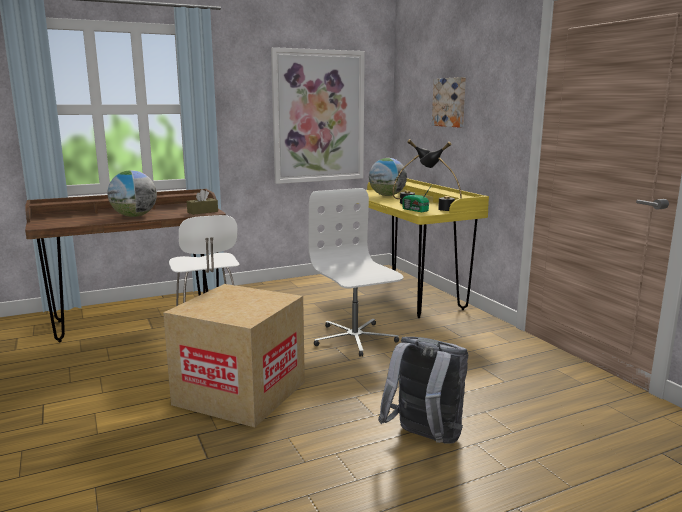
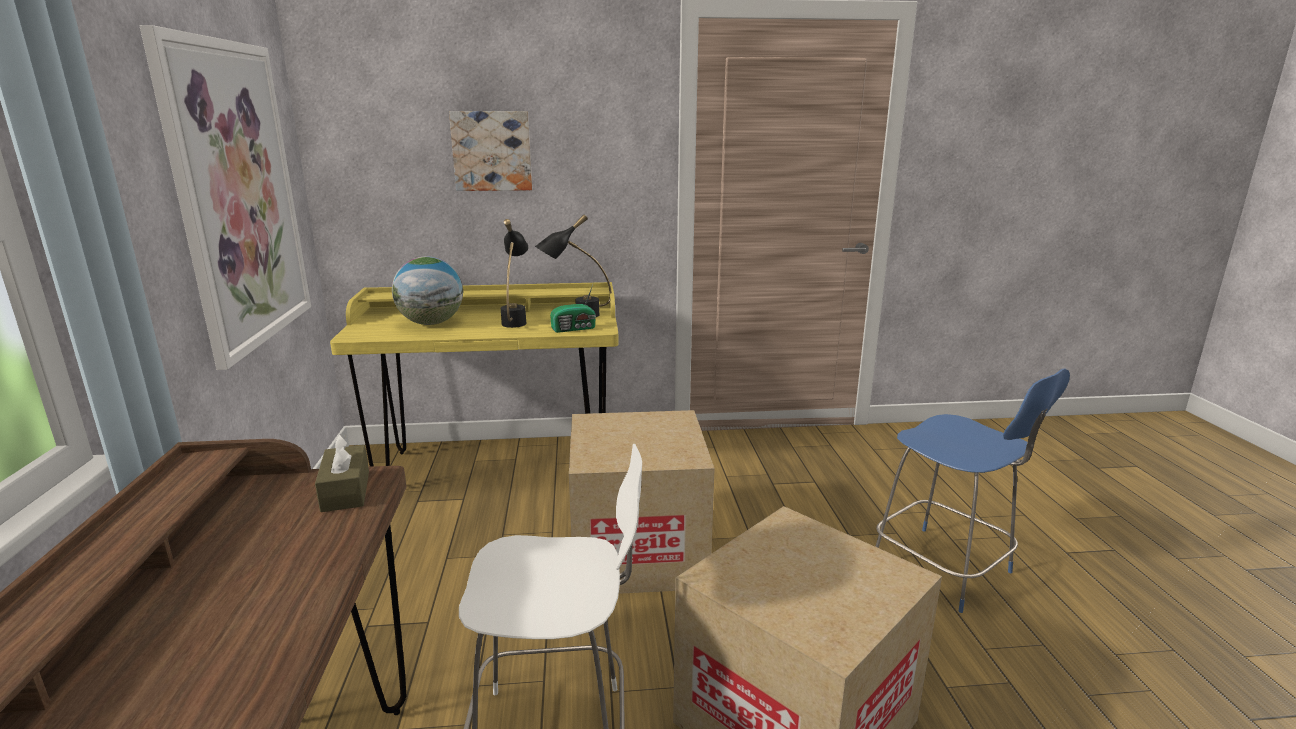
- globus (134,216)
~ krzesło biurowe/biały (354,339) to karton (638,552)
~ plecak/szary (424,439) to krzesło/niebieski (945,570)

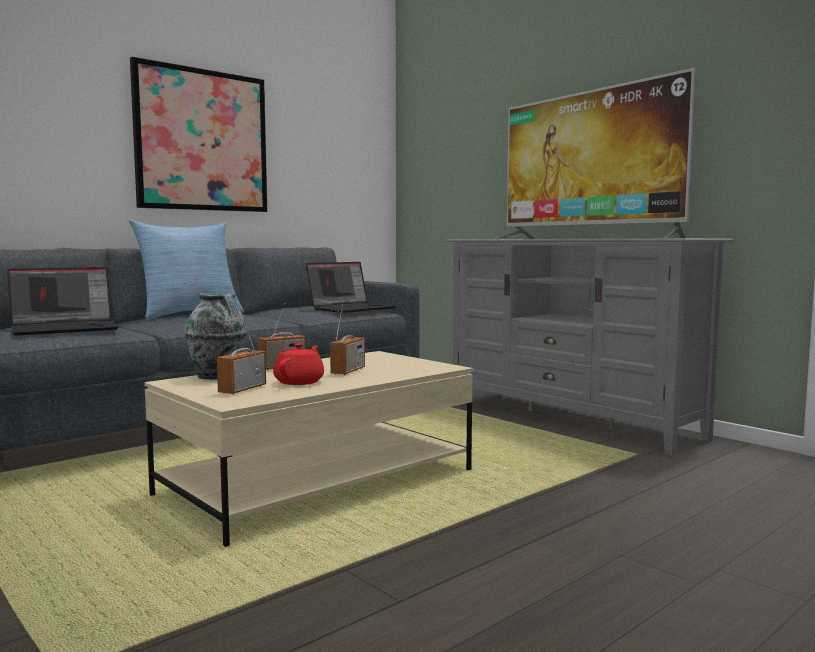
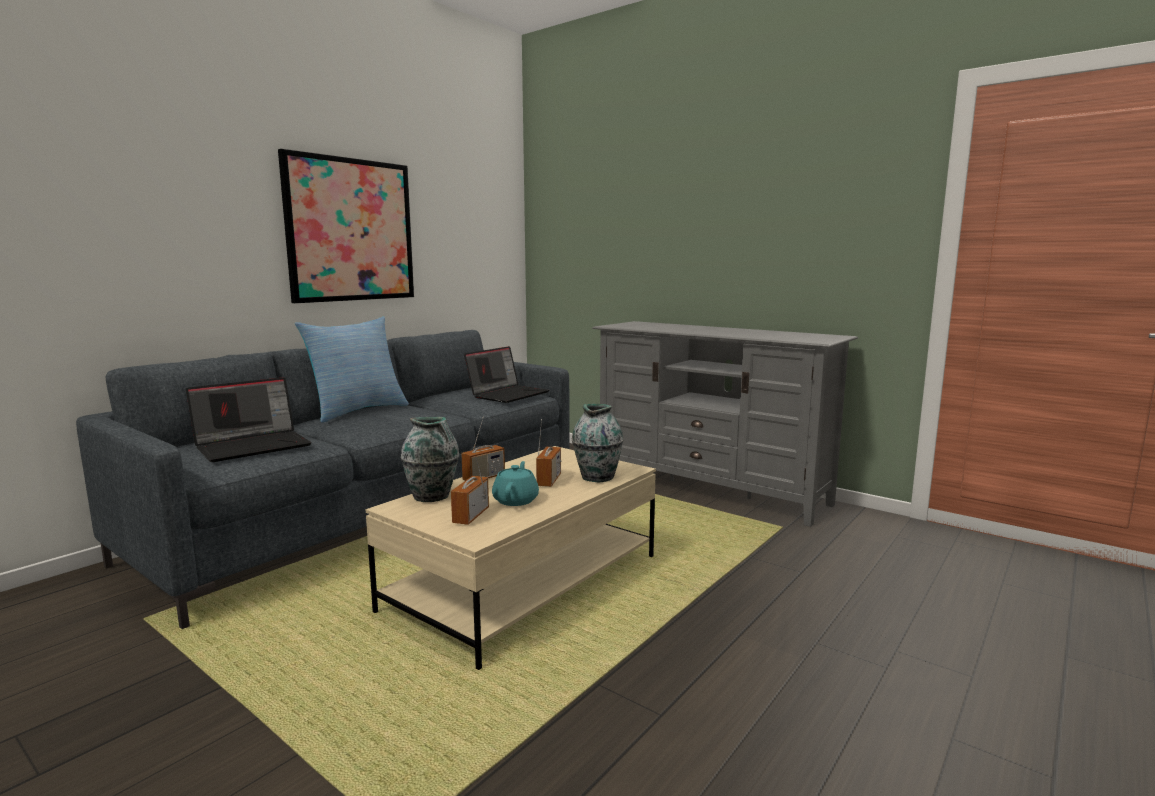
- telewizor (587,238)
~ imbryk/czerwony (300,382) to imbryk/turkusowy (516,500)
+ wazon (597,477)

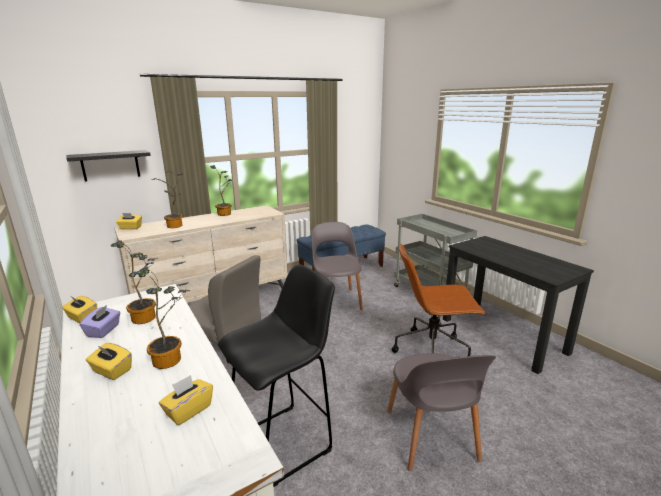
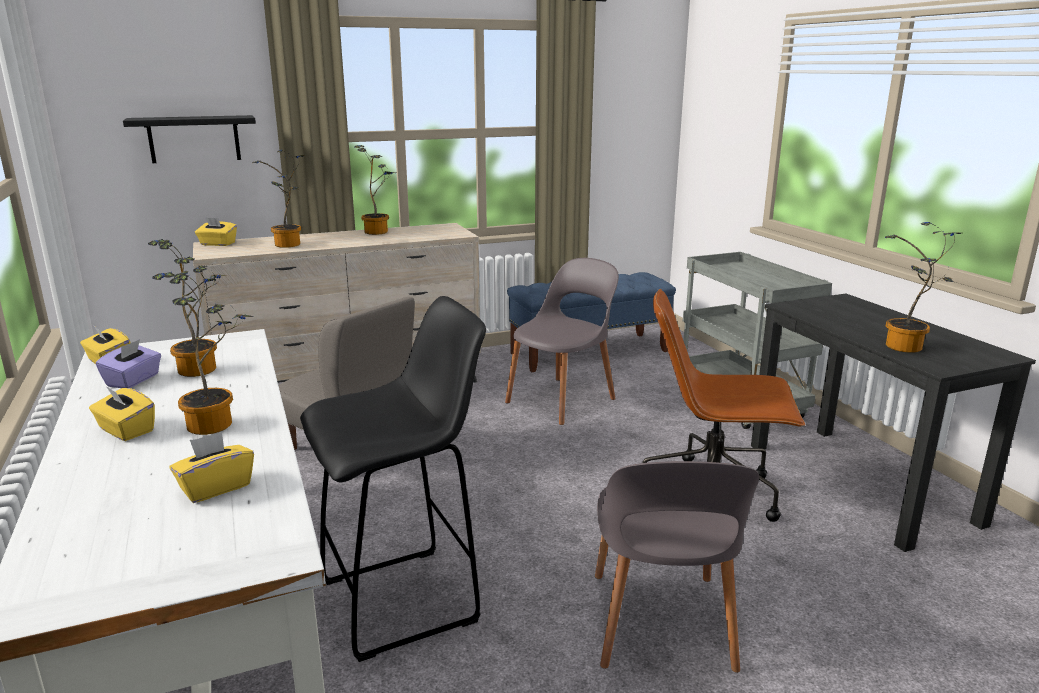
~ krzesło/szary (336,300) = (562,400) 45 degrees clockwise
+ roślina doniczkowa (906,348)

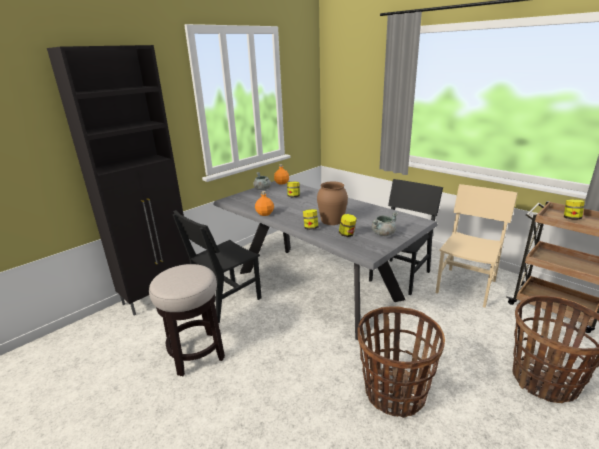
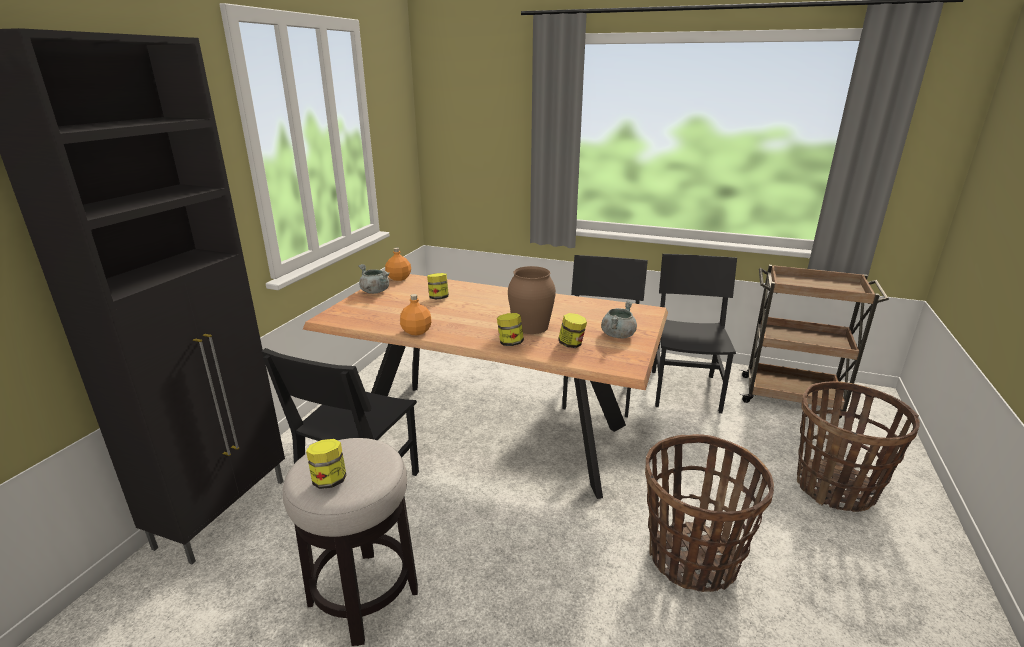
~ stół jadalny/szary (317,285) to stół jadalny/brązowy (493,431)
~ krzesło/beżowy (466,286) to krzesło/czarny (685,390)
~ słoik (571,218) to (329,480)

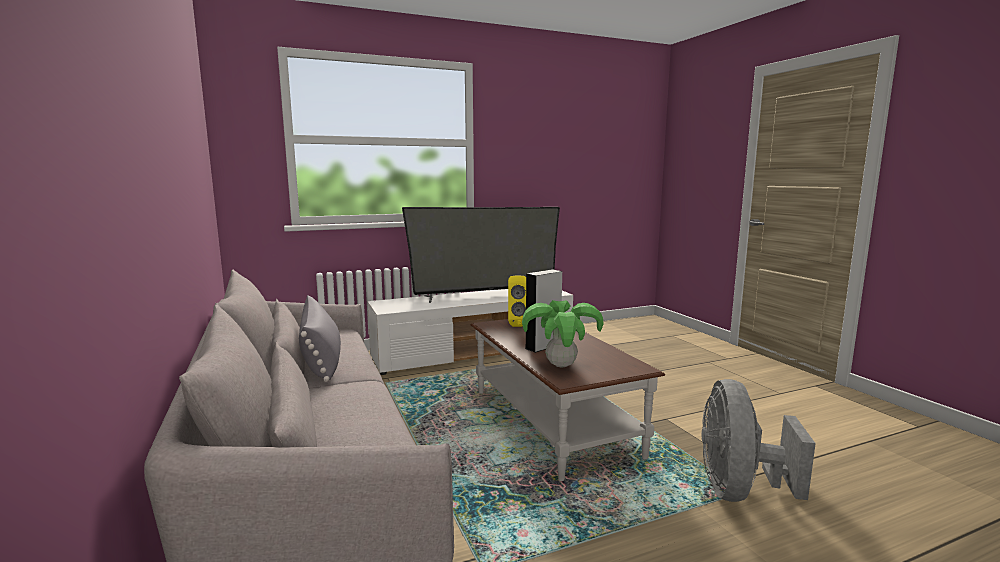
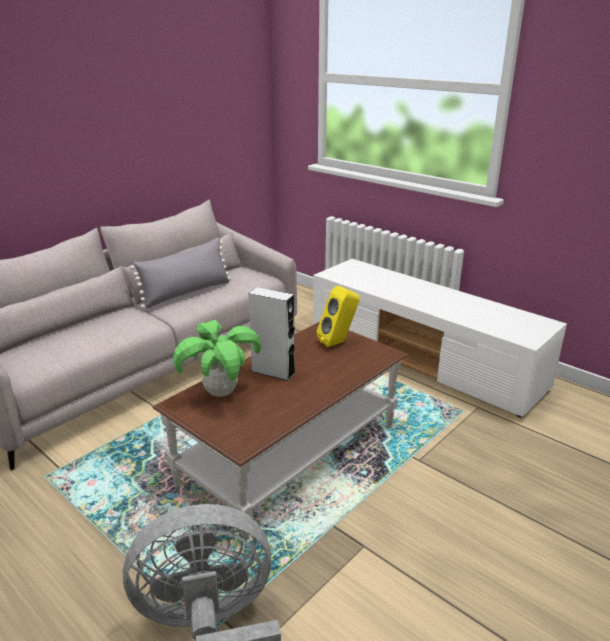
- telewizor (485,295)

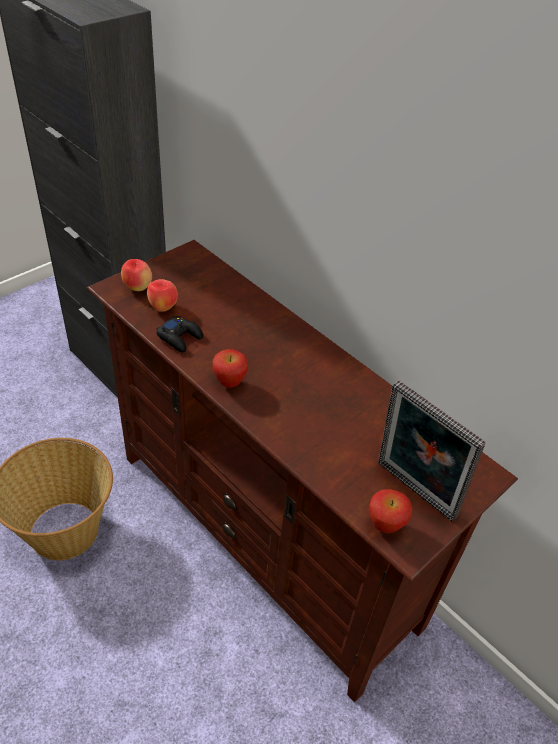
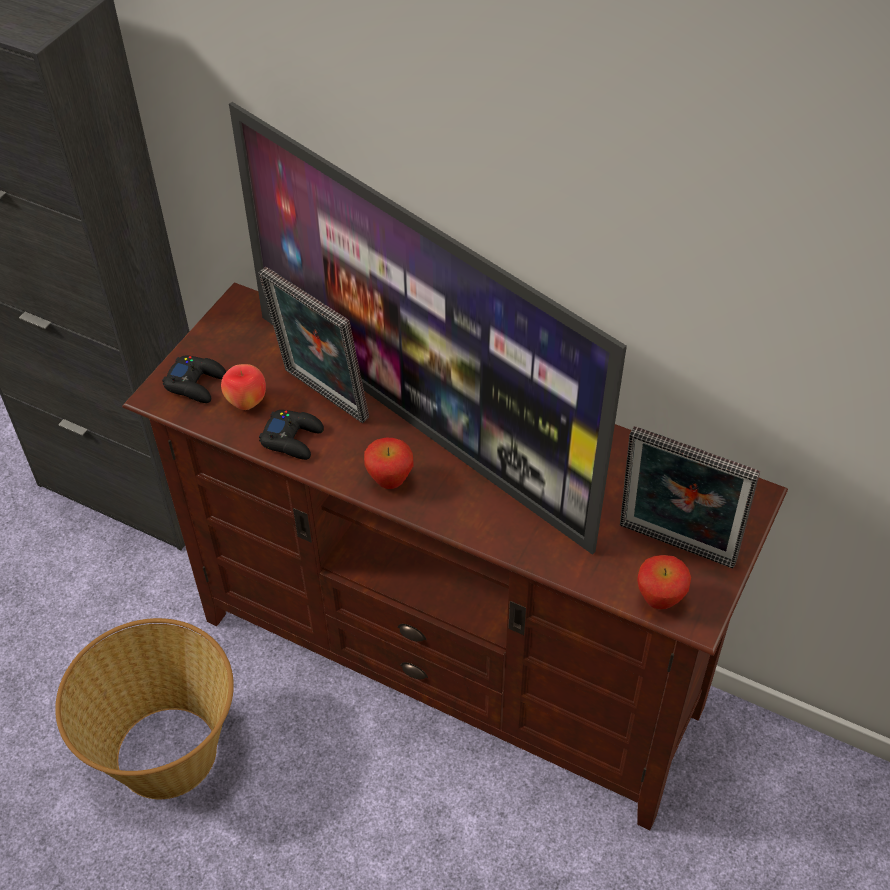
~ jabłko (138,288) to pad do gier/czarny (196,383)
+ telewizor (423,423)
+ ramka na zdjęcie (321,398)

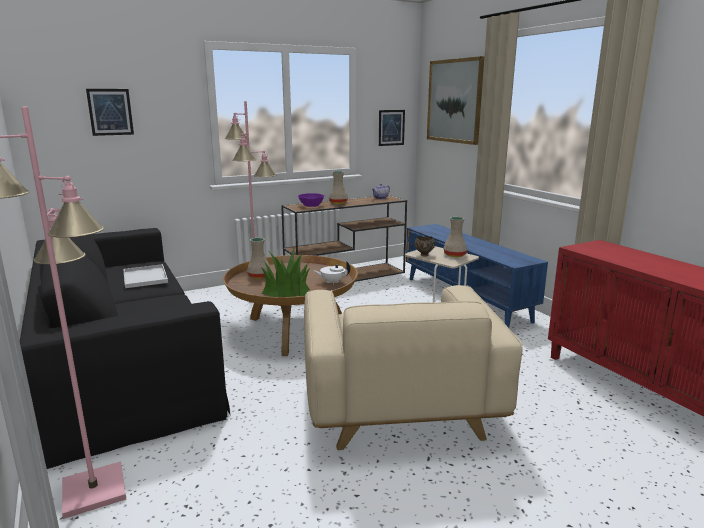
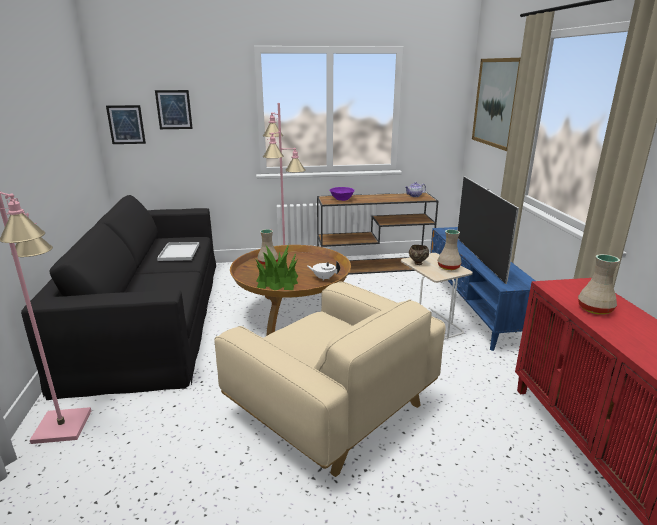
~ obraz (391,127) to (126,124)
~ wazon/beżowy (338,203) to (596,309)
~ fotel/beżowy (398,403) = (332,406) 60 degrees counterclockwise
+ telewizor (479,258)

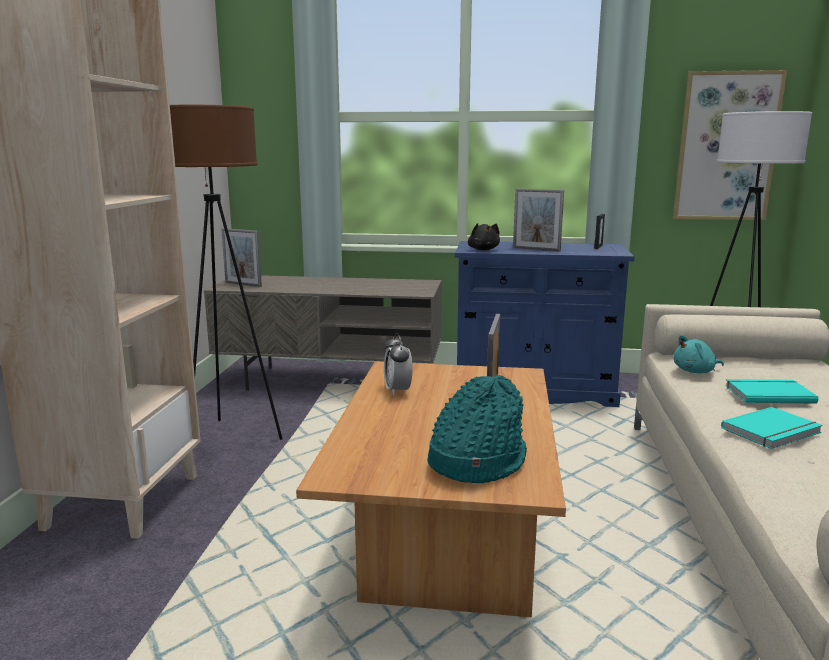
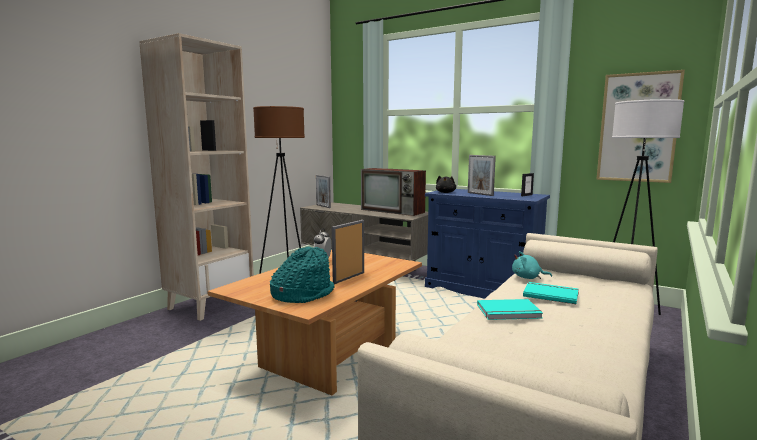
+ telewizor (393,211)

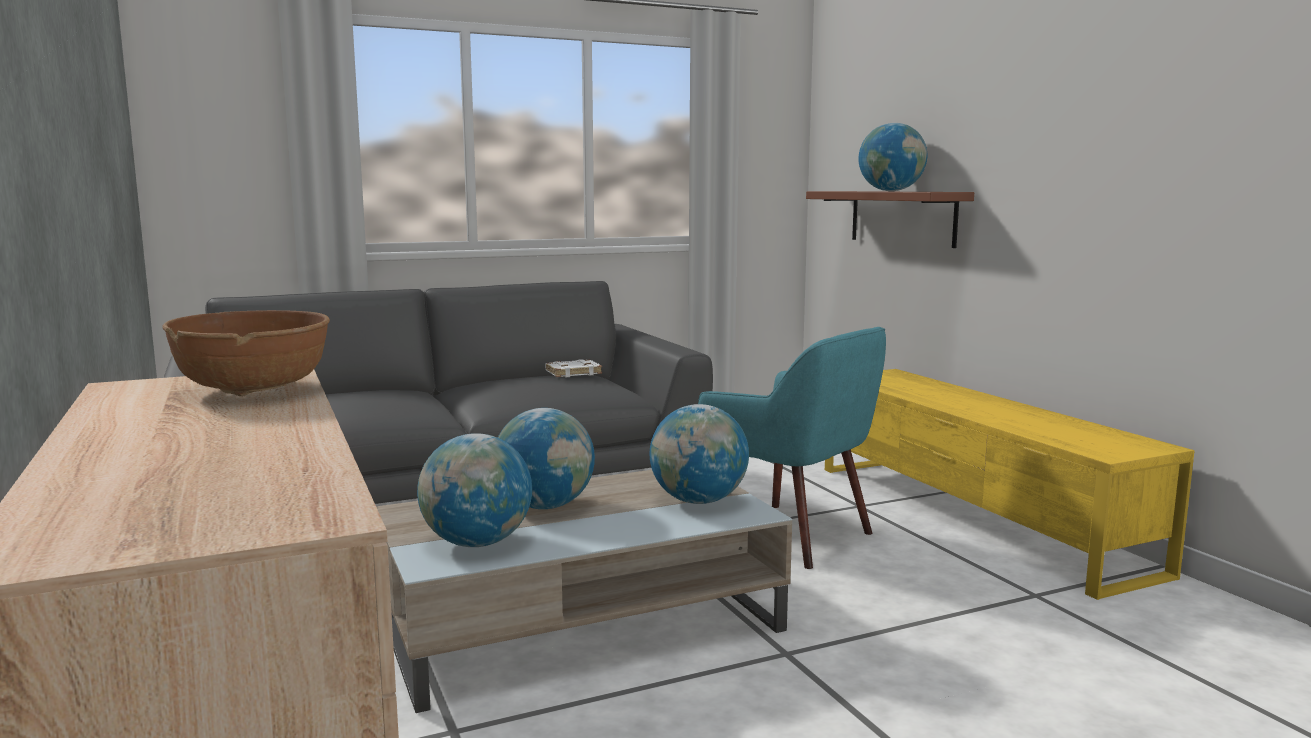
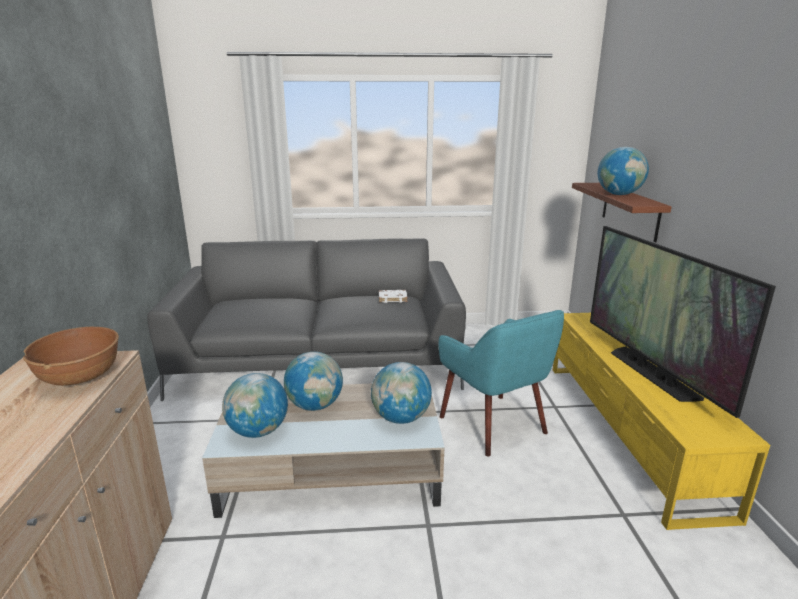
+ telewizor (651,374)

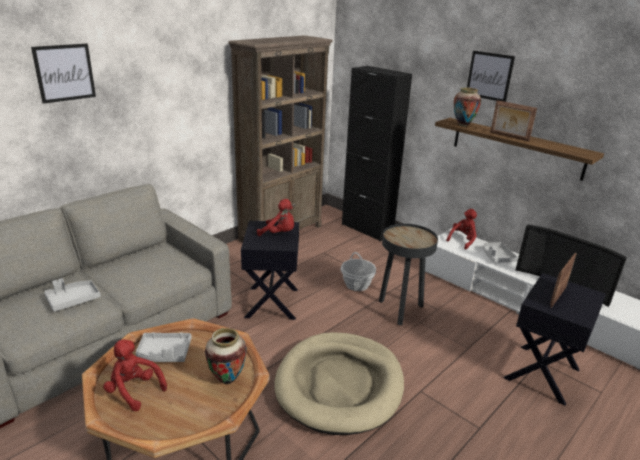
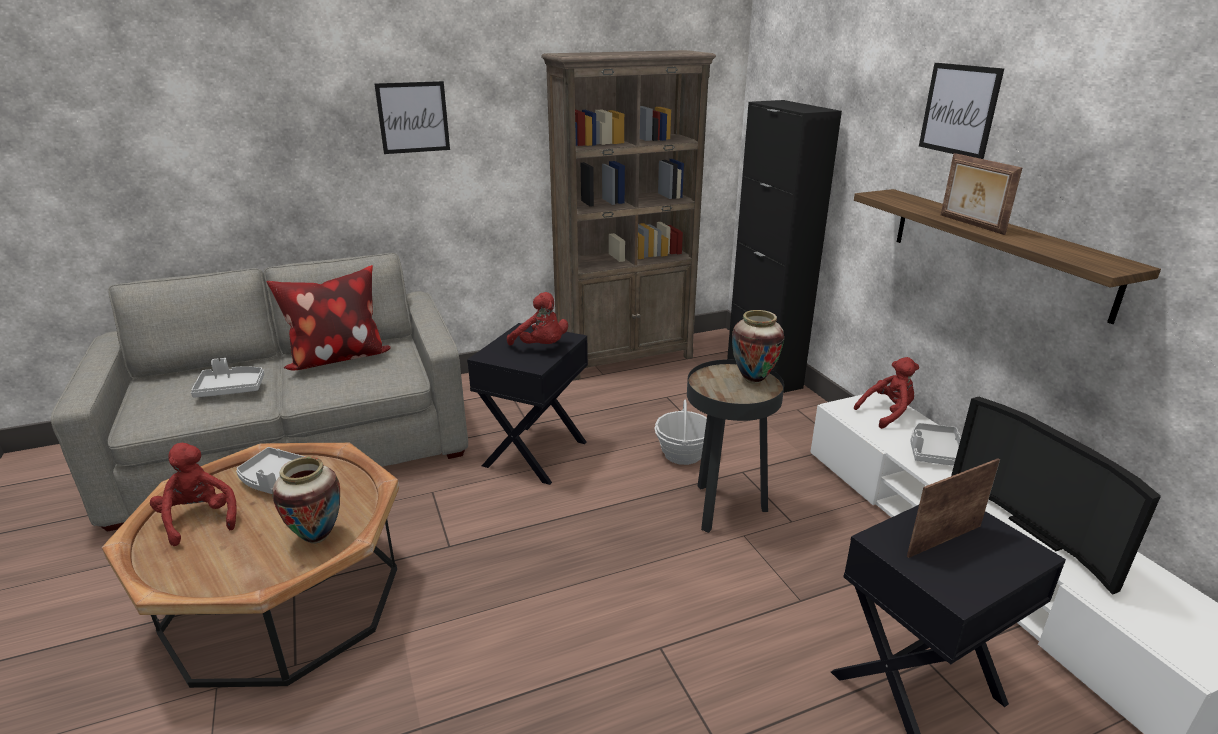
~ obraz (64,73) to (413,117)
~ wazon (463,125) to (753,380)
- legowisko/beżowy (339,385)
+ poduszka (337,359)

